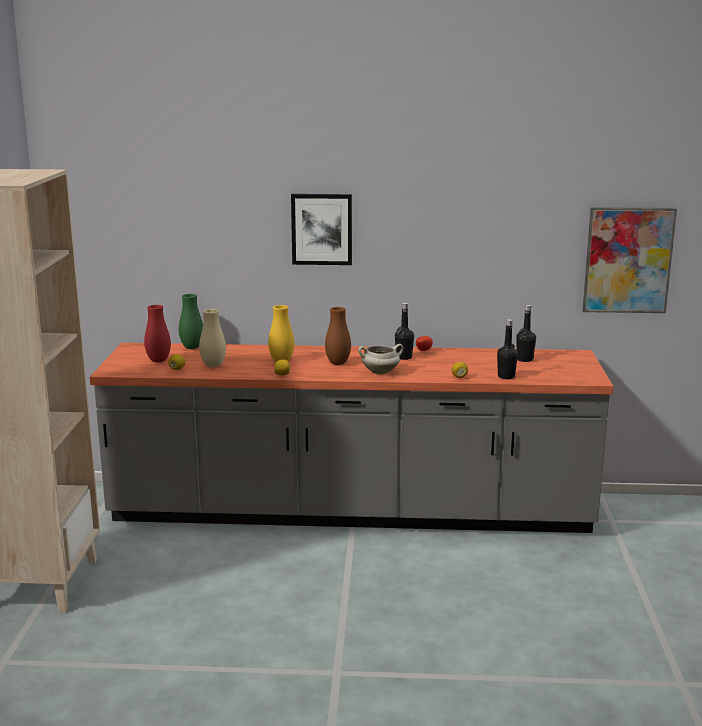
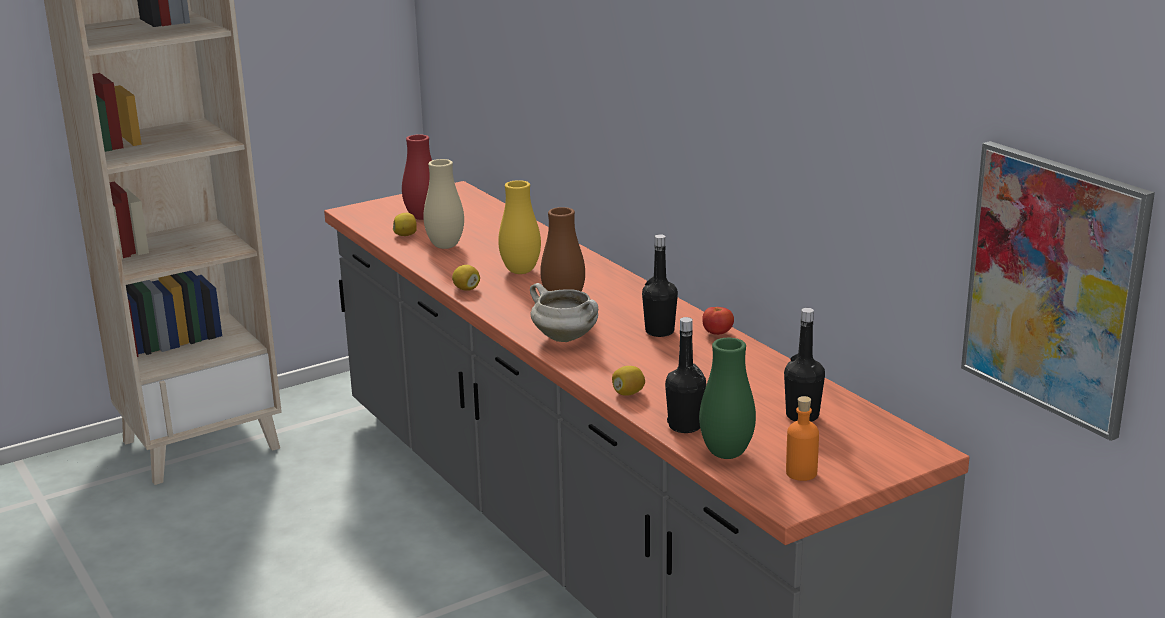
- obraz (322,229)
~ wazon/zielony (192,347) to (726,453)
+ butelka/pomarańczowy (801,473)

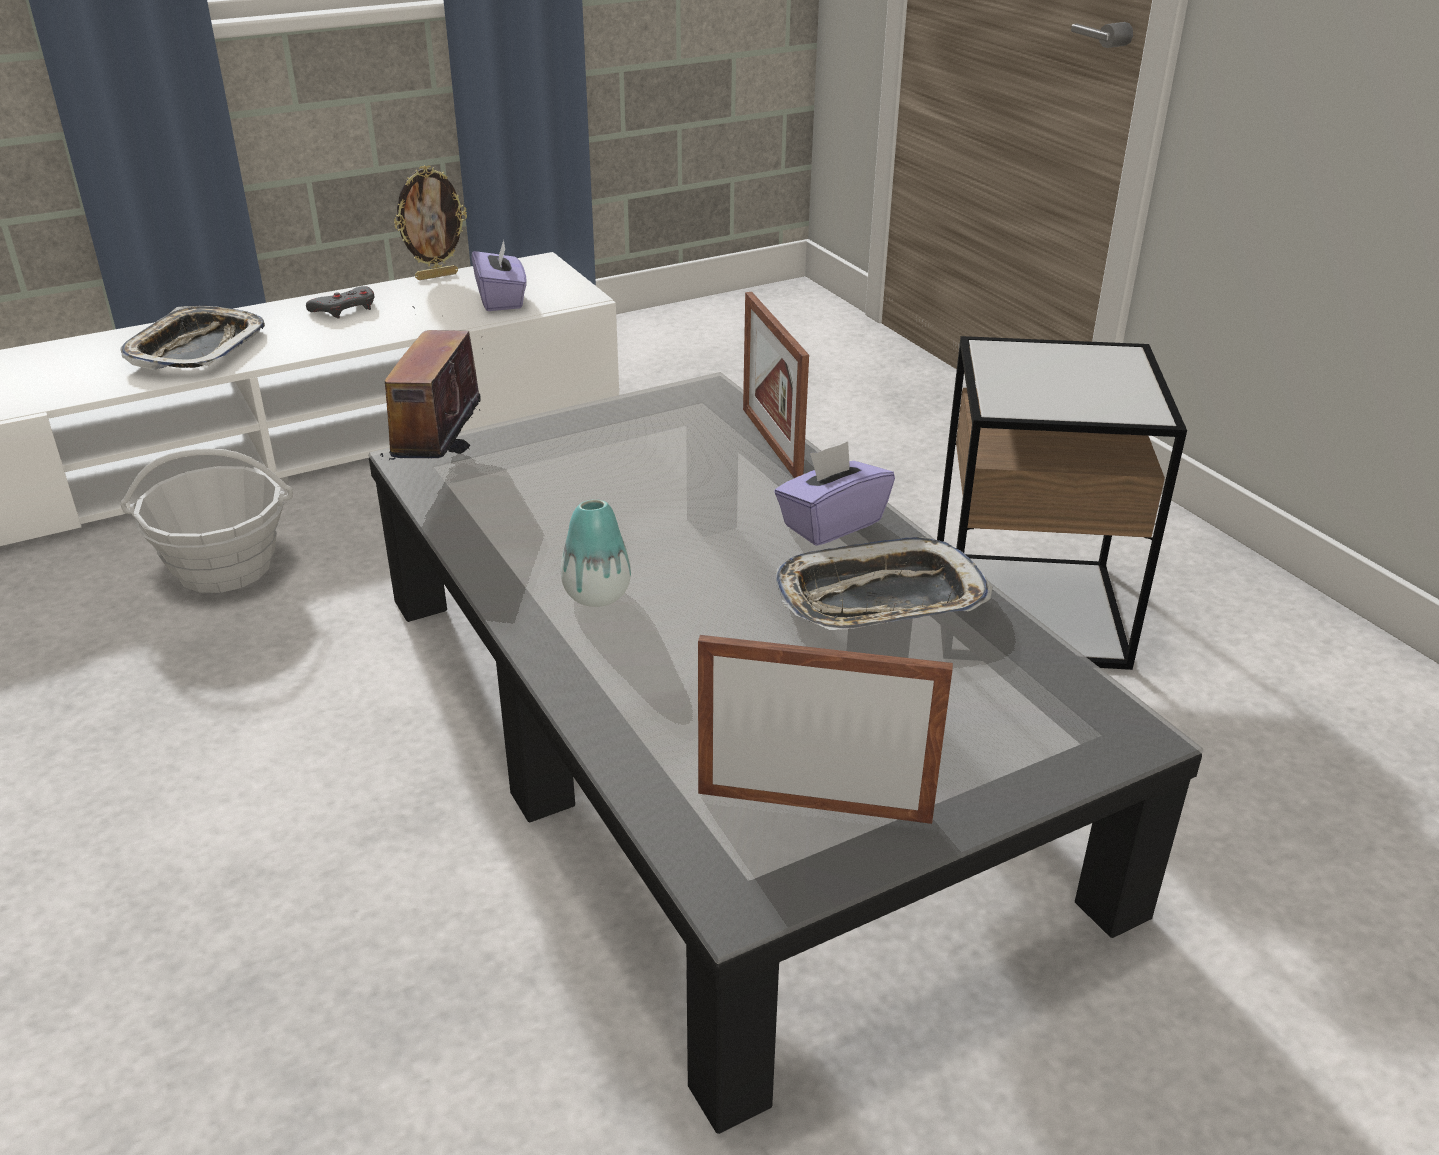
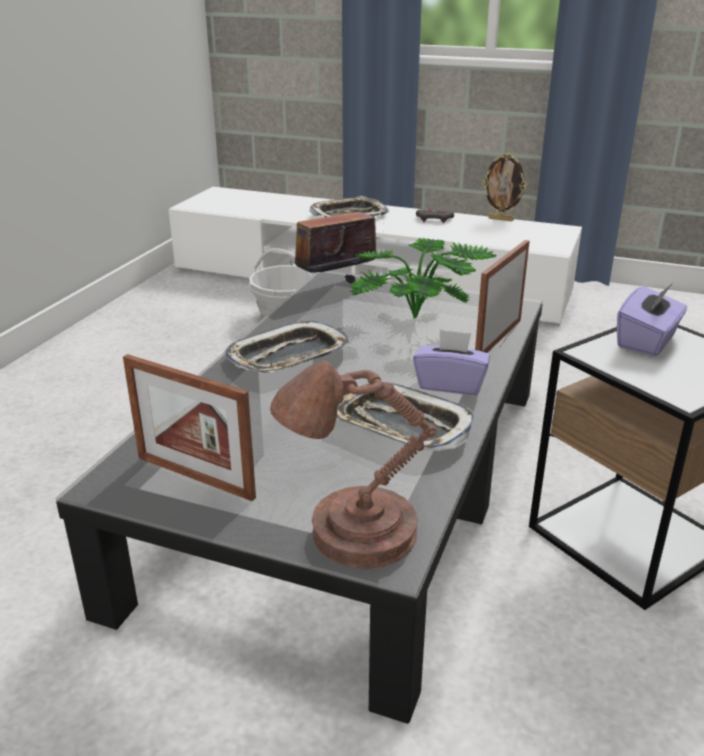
~ pudełko chusteczek/fioletowy (501,299) to (647,341)
~ wazon (597,595) to taca (288,357)
~ ramka na zdjęcie (814,805) = (195,477) 150 degrees clockwise
+ roślina doniczkowa (419,321)
+ lampa stołowa/brązowy (355,535)

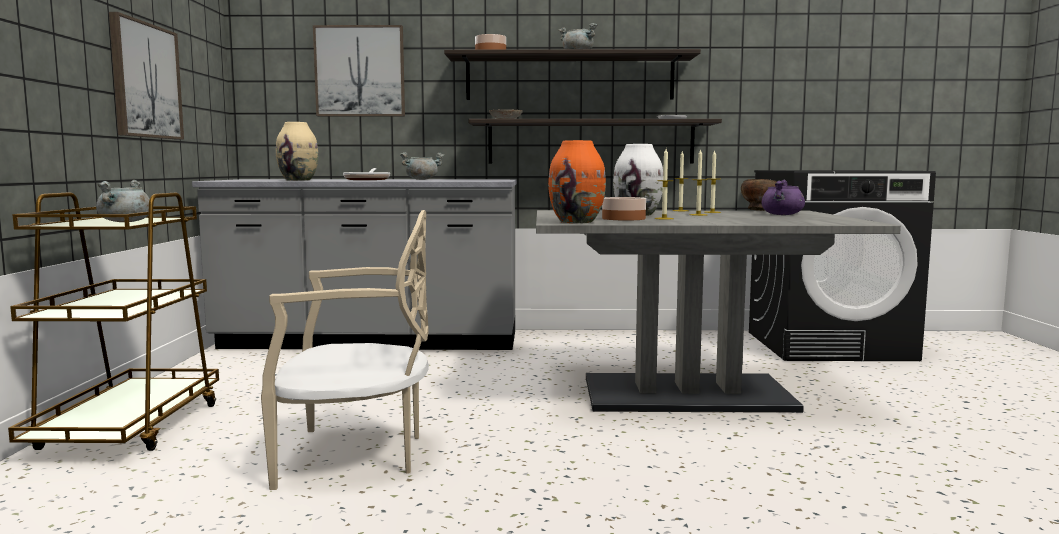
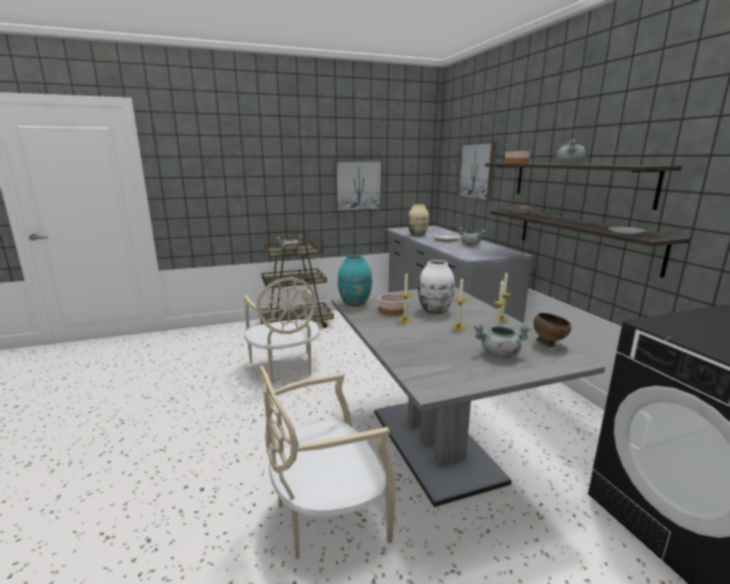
~ wazon/pomarańczowy (577,222) to wazon/turkusowy (355,303)
~ garnek/fioletowy (782,215) to garnek/szary (499,354)
+ krzesło/beżowy (327,516)

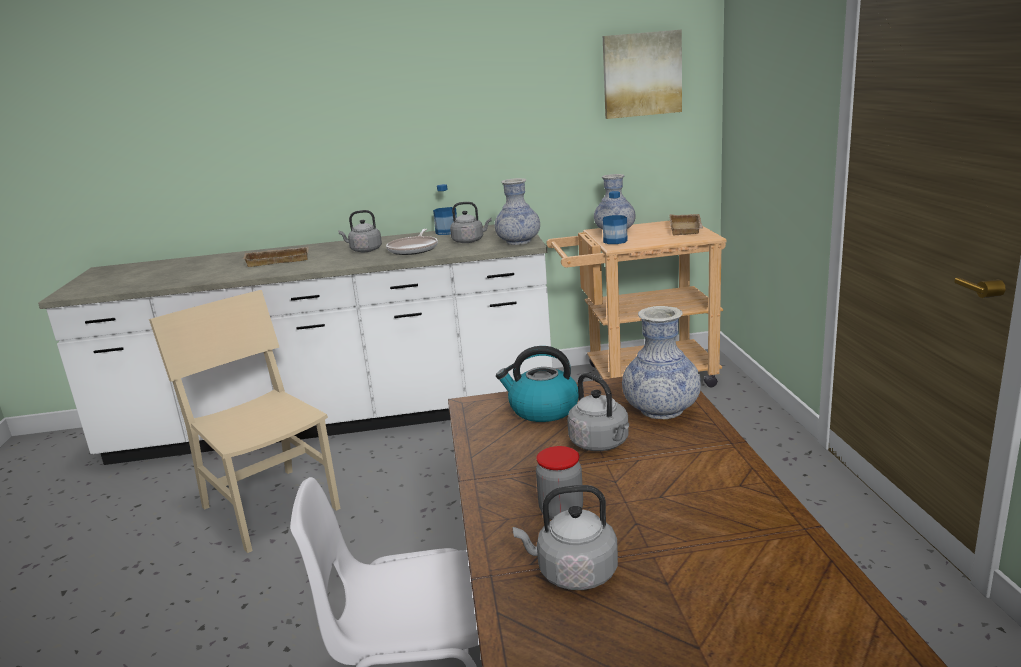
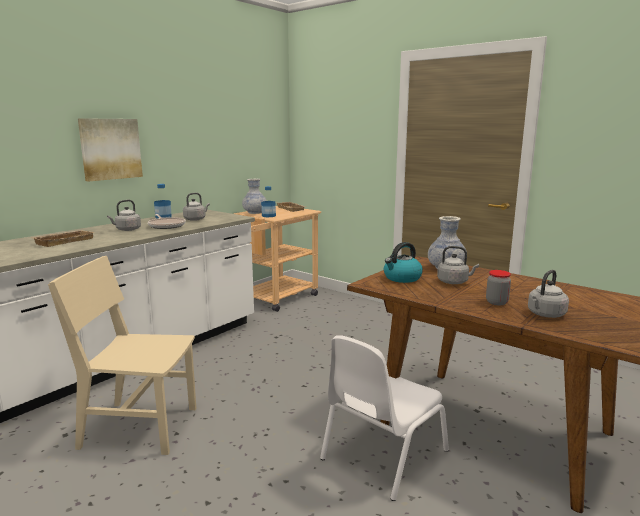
~ obraz (641,74) to (110,149)
- wazon (518,242)

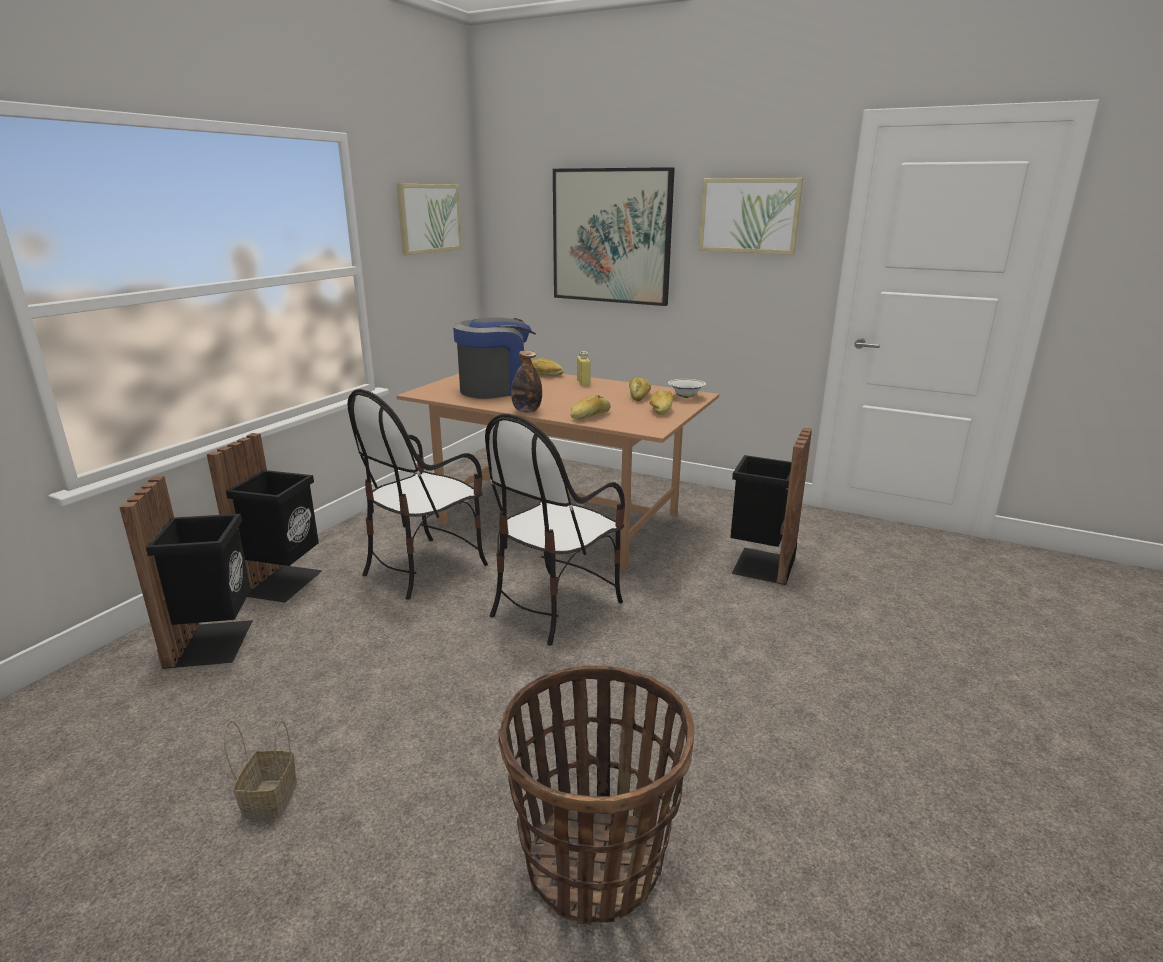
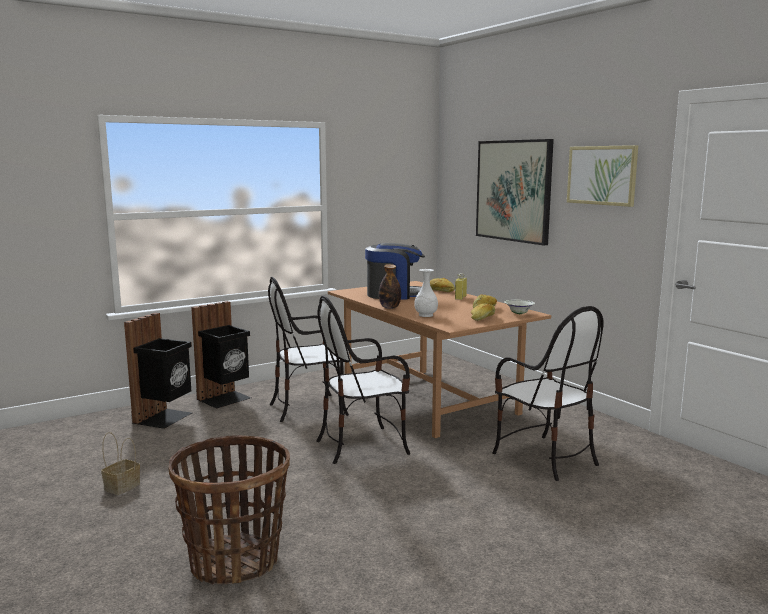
- obraz (429,218)
~ chleb (590,416) to wazon/biały (425,315)
~ kosz na śmieci/czarny (760,565) to krzesło (544,458)

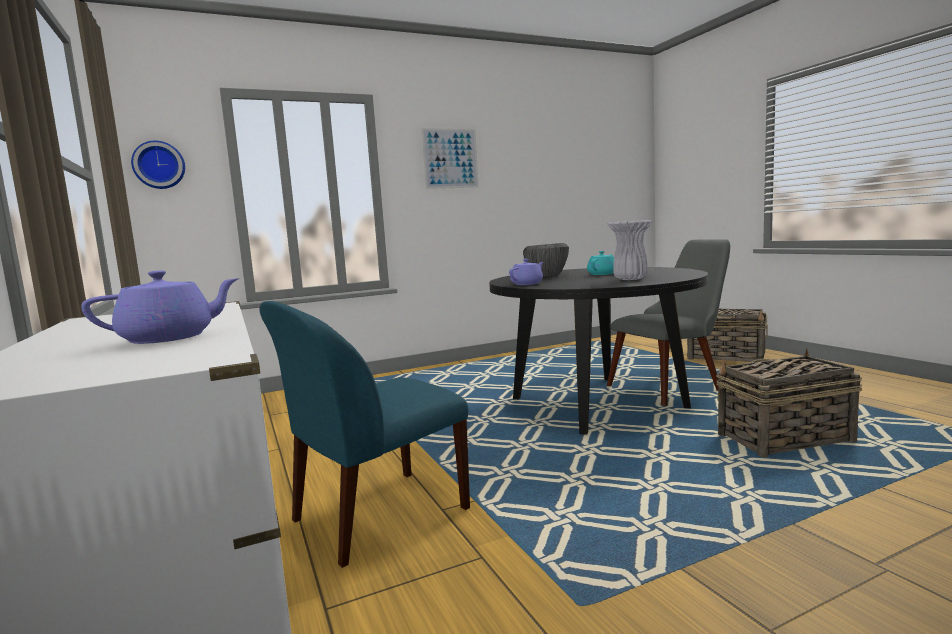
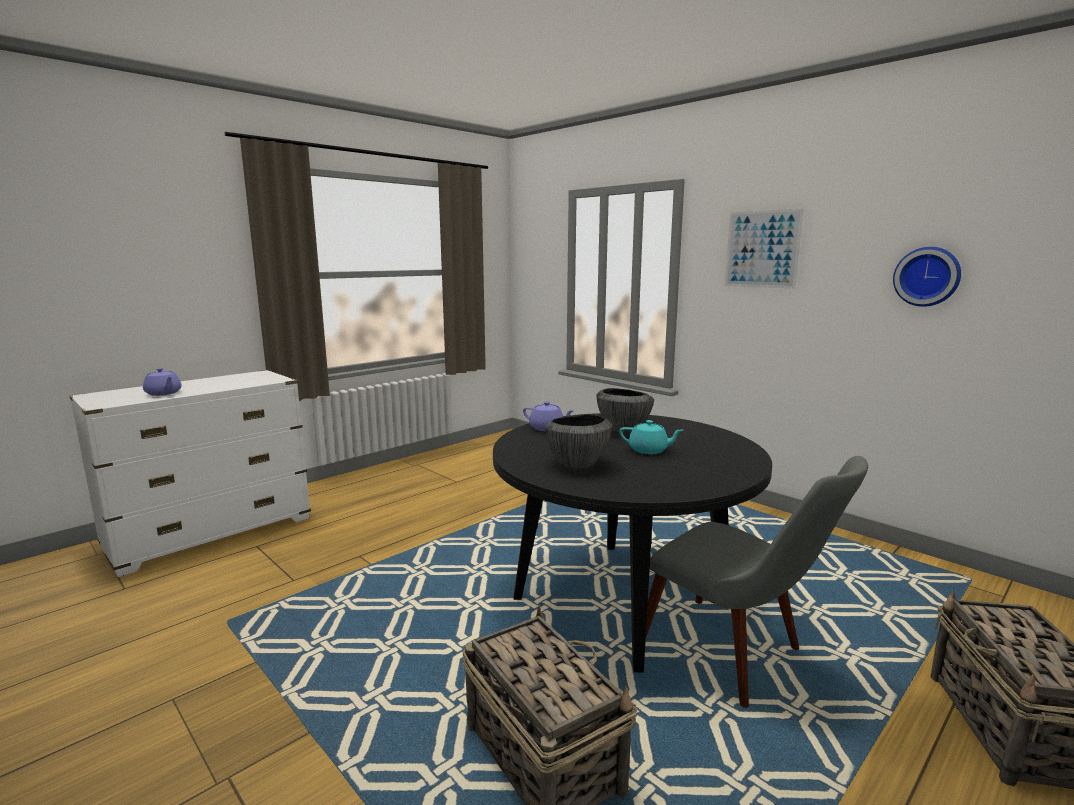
~ zegar ścienny (159,165) to (927,276)
~ wazon/biały (629,279) to miska (577,464)
- krzesło/niebieski (377,516)

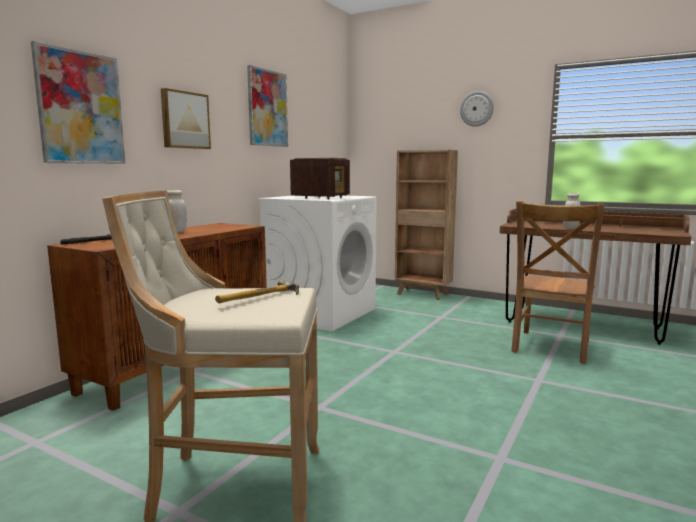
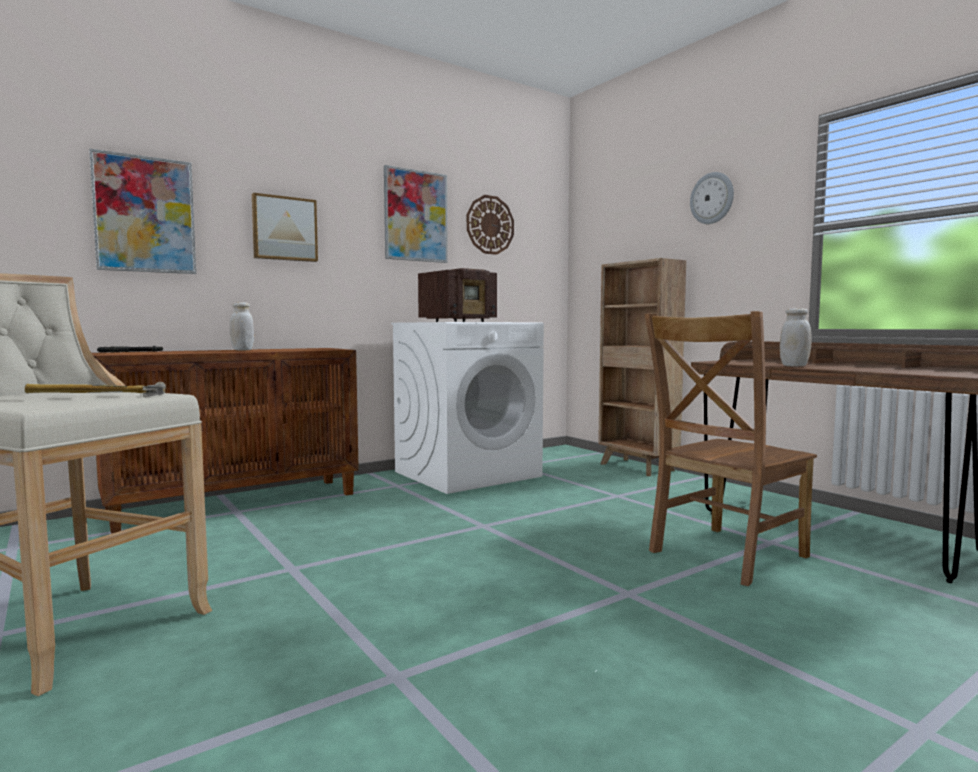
+ zegar ścienny (490,225)

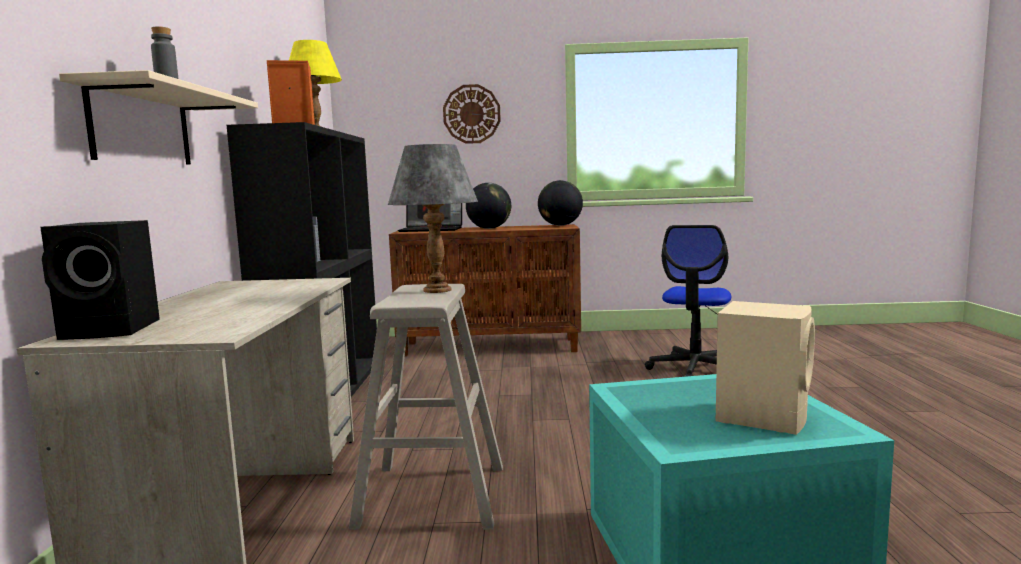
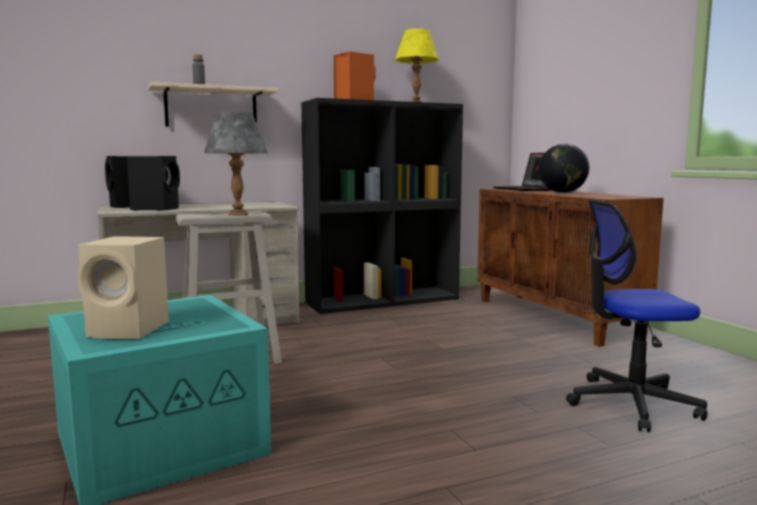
- zegar ścienny (471,114)
- globus (560,225)
+ głośnik/czarny (156,209)

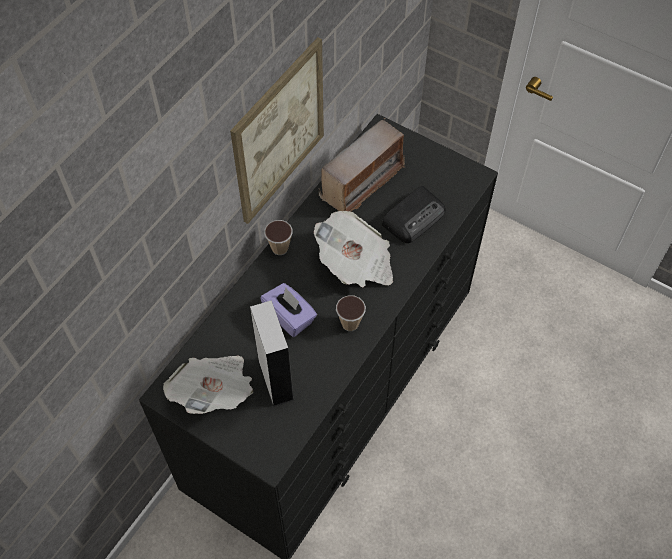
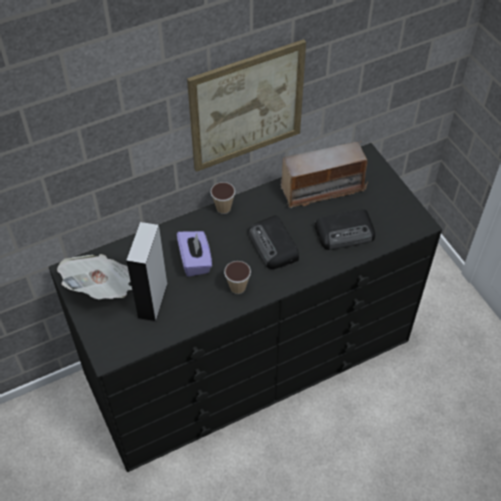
~ gazeta (356,264) to radio (274,246)

